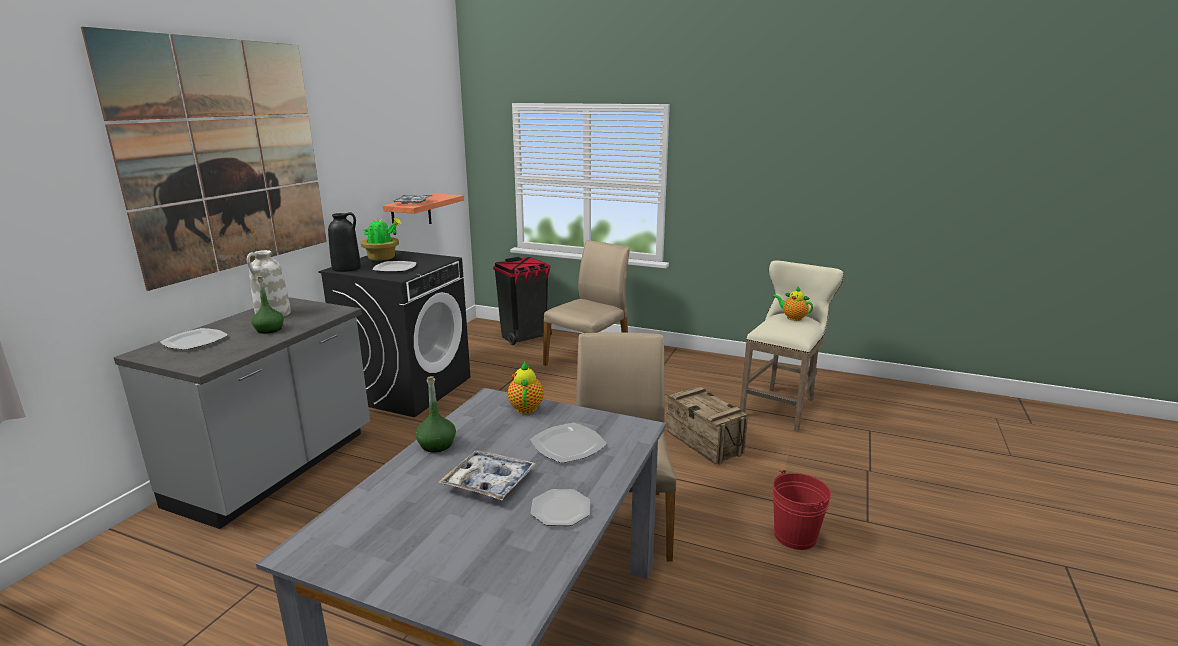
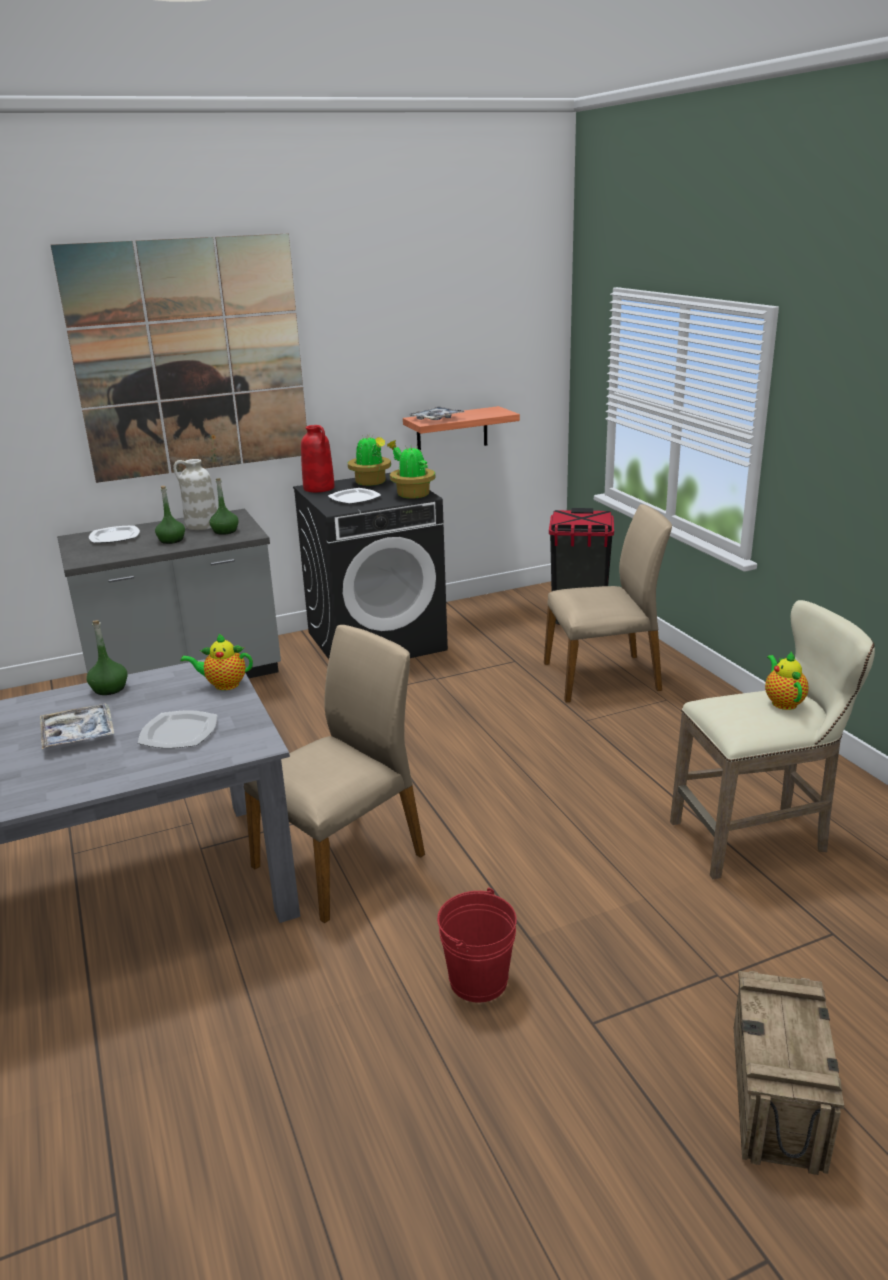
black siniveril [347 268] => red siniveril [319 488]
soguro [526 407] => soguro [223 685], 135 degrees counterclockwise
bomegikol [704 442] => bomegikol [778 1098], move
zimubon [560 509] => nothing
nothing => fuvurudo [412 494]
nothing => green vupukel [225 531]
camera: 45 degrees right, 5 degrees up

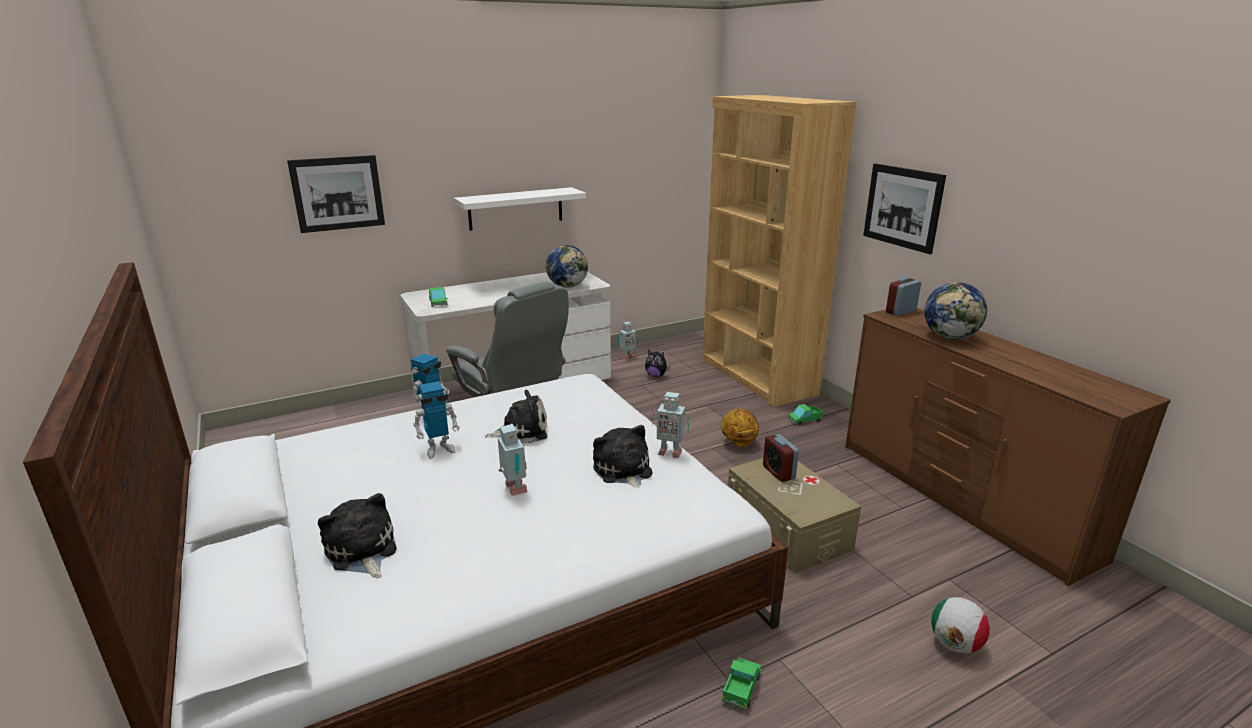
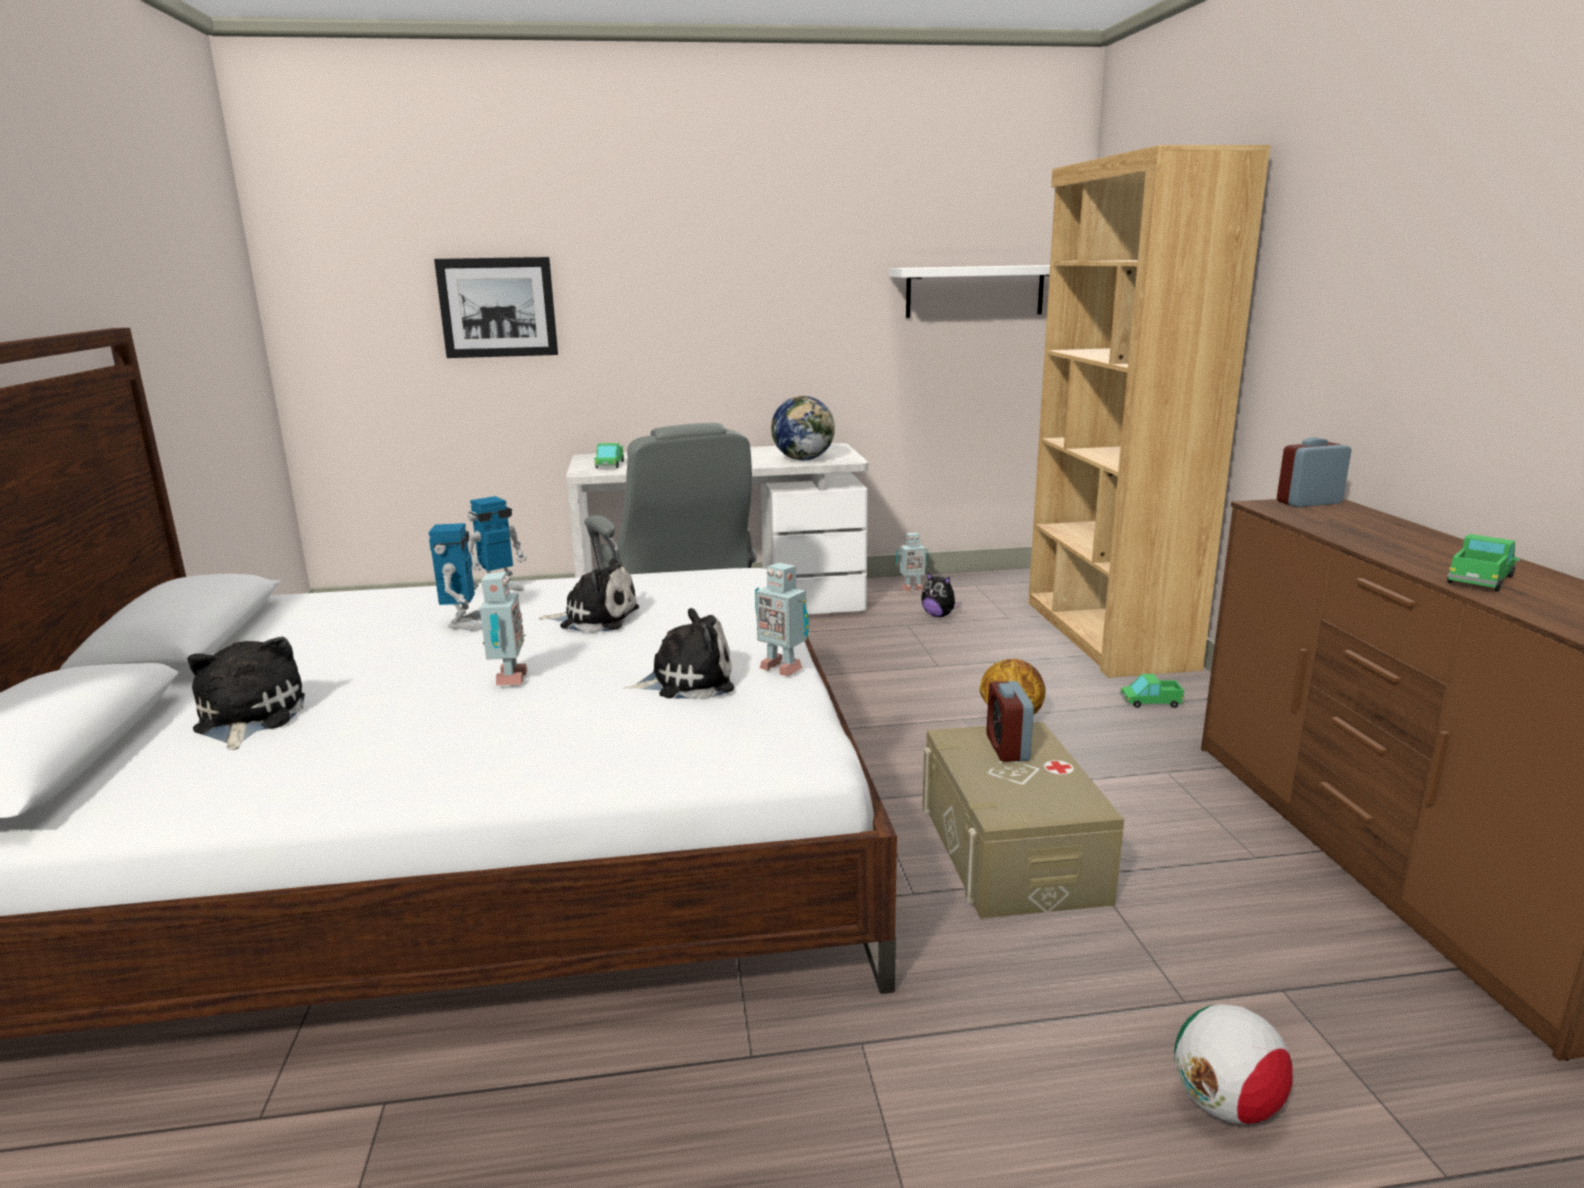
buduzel [902 207] => nothing
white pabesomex [516 208] => white pabesomex [975 291], move
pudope [950 337] => nothing
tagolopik [439 449] => tagolopik [465 624], 90 degrees counterclockwise
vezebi [623 472] => vezebi [685 682], 75 degrees clockwise
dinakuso [741 688] => dinakuso [1480 579], move
camera: 20 degrees right, 5 degrees down

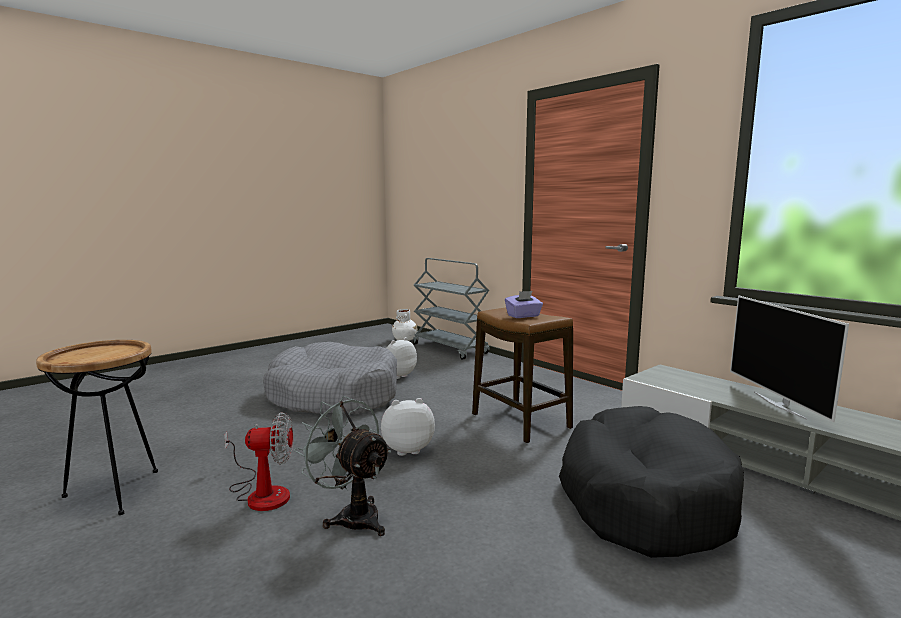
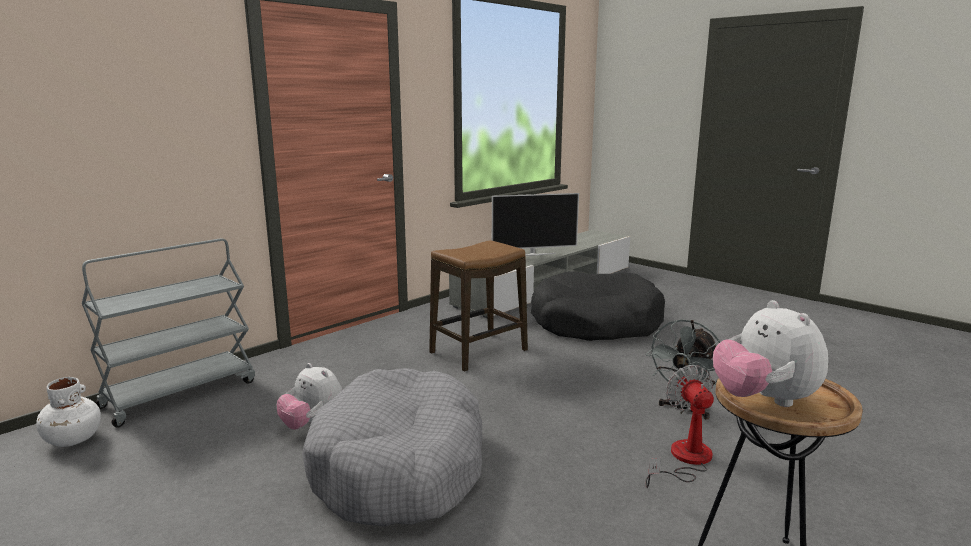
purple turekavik [523 316] => nothing
vezebi [407 449] => vezebi [763 400], move
camera: 95 degrees left, 5 degrees up

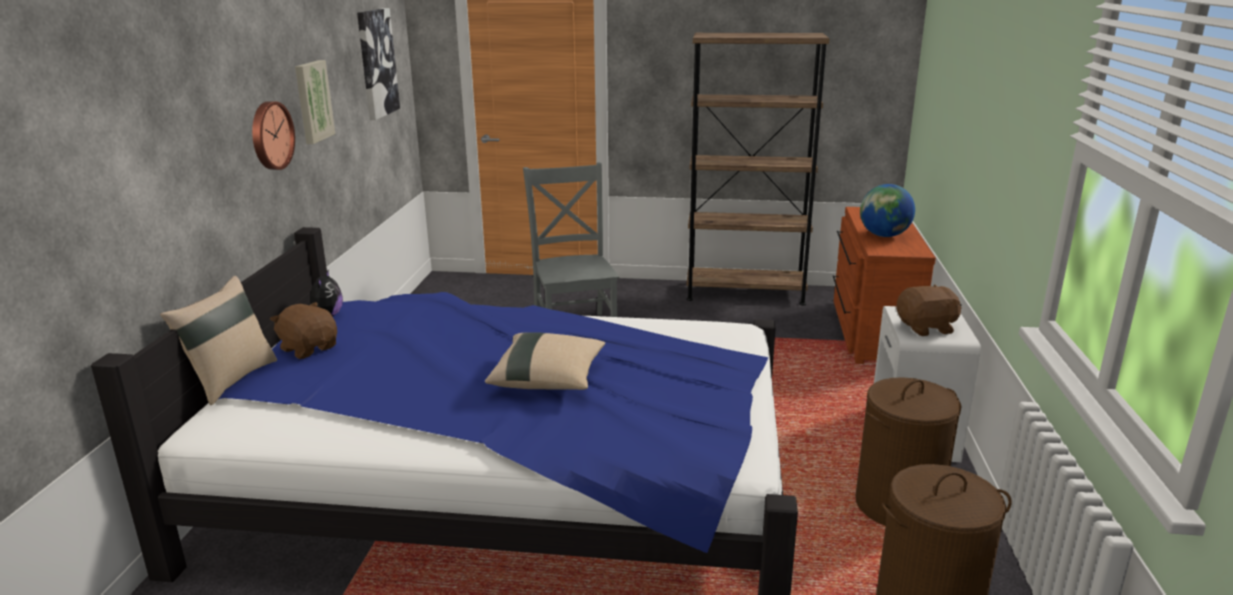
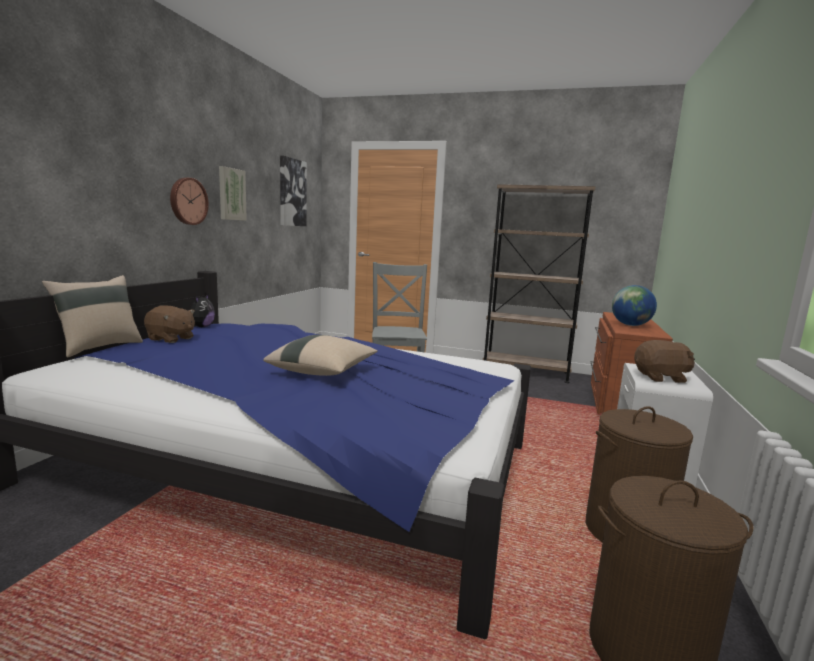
brown vezebi [309 348] => brown vezebi [171 339], 150 degrees clockwise
camera: 10 degrees right, 10 degrees down

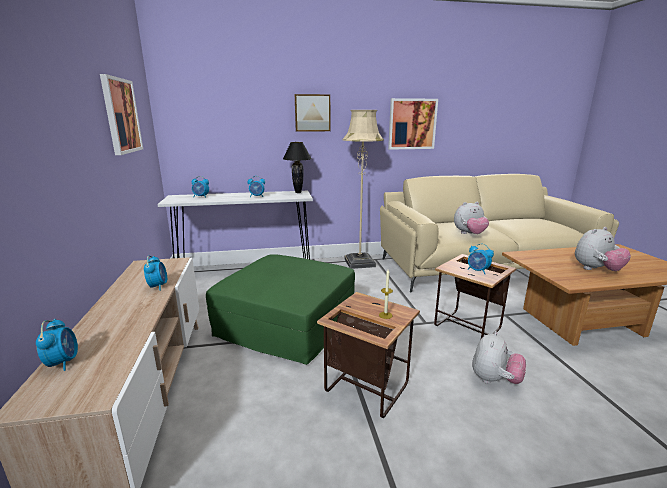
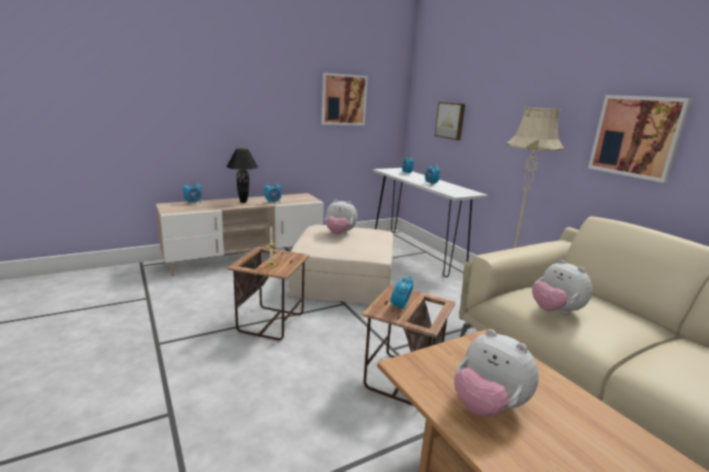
buduzel [312 113] => buduzel [450 120], move
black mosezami [298 192] => black mosezami [243 202], move
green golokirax [286 322] => beige golokirax [344 281]
vezebi [494 380] => vezebi [339 234], move
camera: 70 degrees right, 0 degrees up

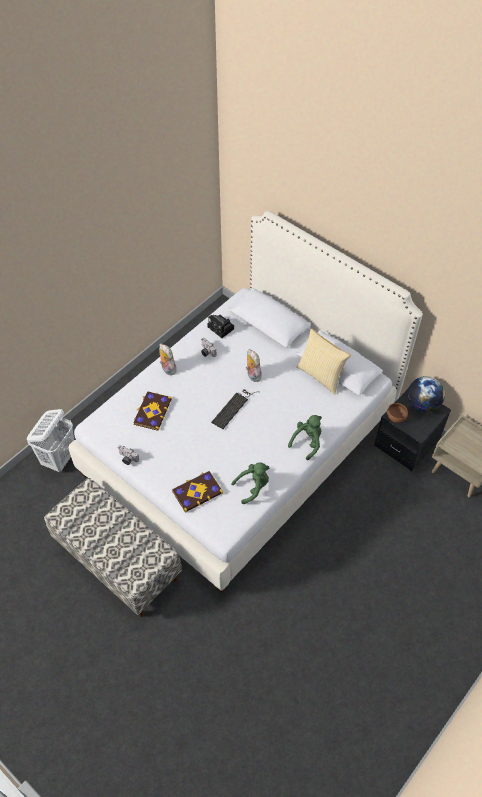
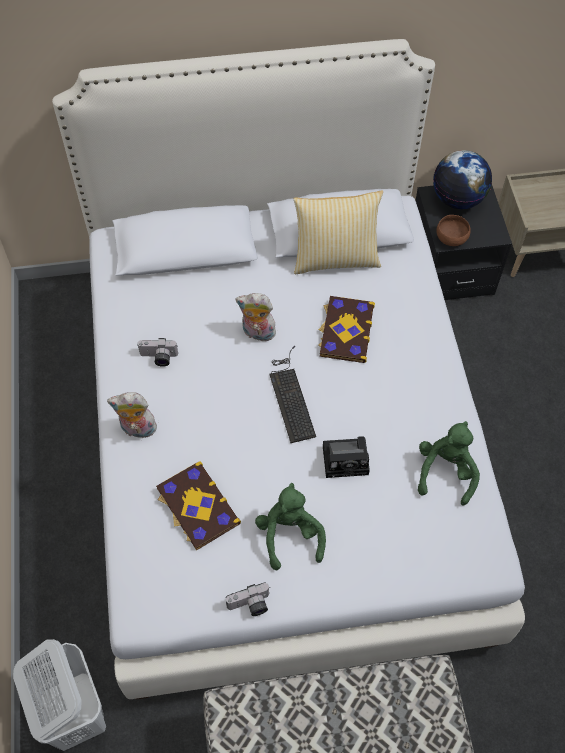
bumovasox [221 328] => bumovasox [347 459], move
green vezebi [307 442] => green vezebi [290 535], move
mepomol [197 491] => mepomol [345 330], move
camera: 50 degrees left, 5 degrees up

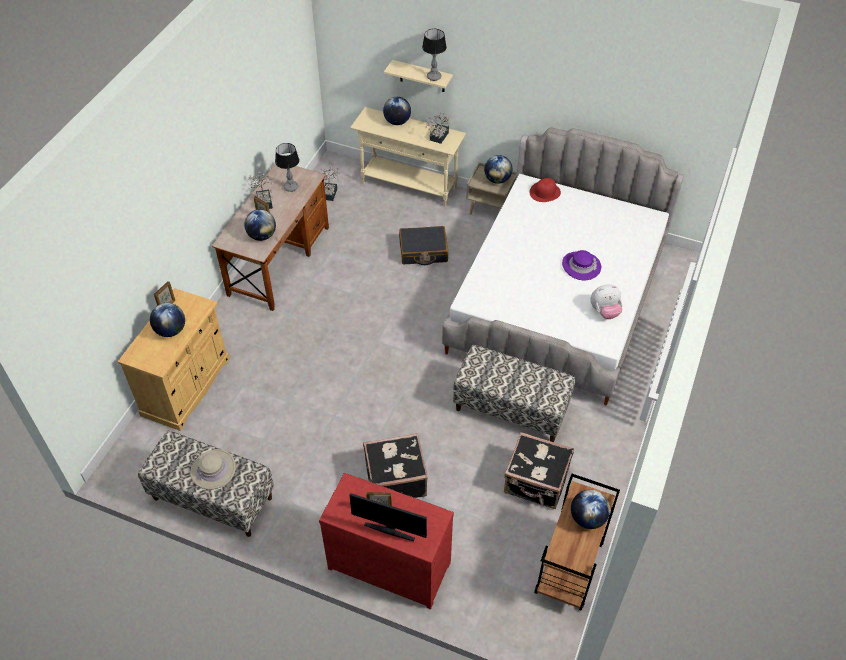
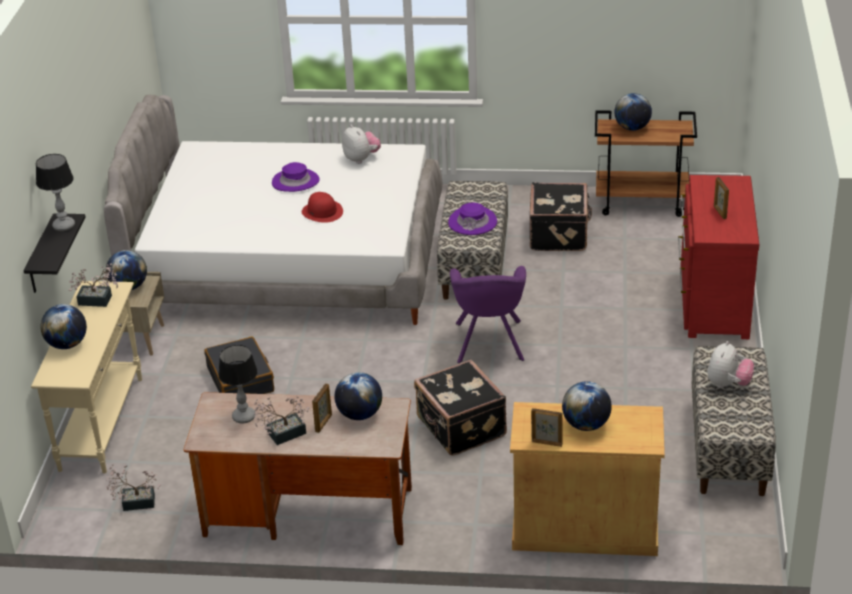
beige pabesomex [422 76] => black pabesomex [41 256]
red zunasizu [545 192] => red zunasizu [322 212], move
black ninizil [395 479] => black ninizil [460 428], move
beige zunasizu [213 470] => vezebi [728 384]
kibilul [390 530] => nothing
nothing => purple zunasizu [472 222]
nothing => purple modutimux [489 344]
camera: 105 degrees left, 15 degrees down

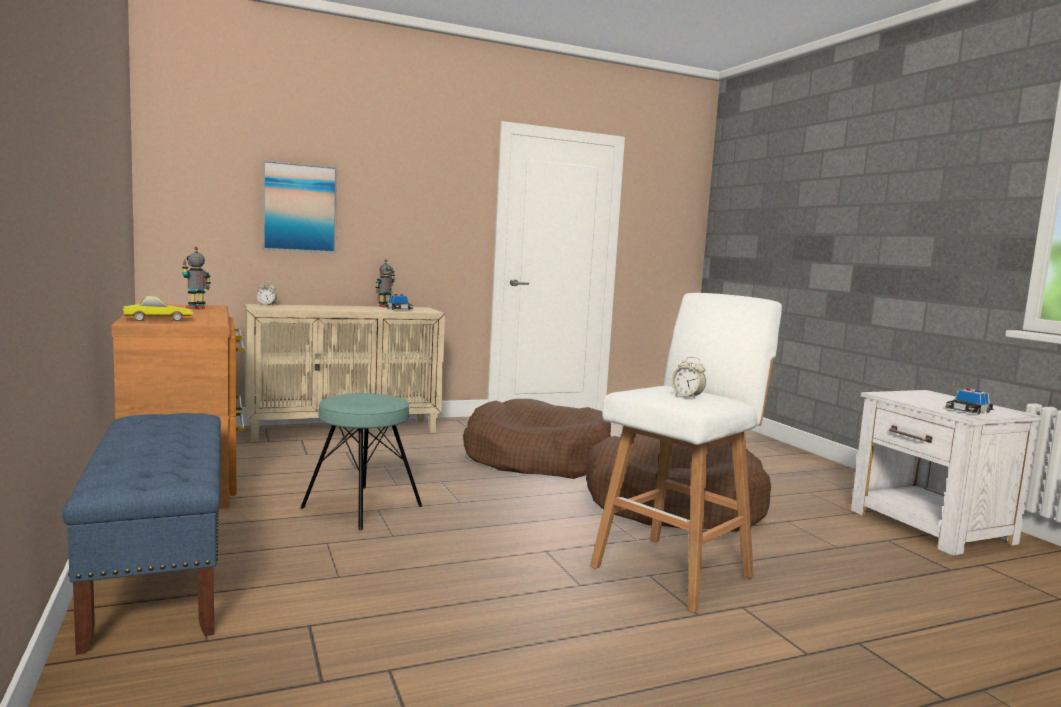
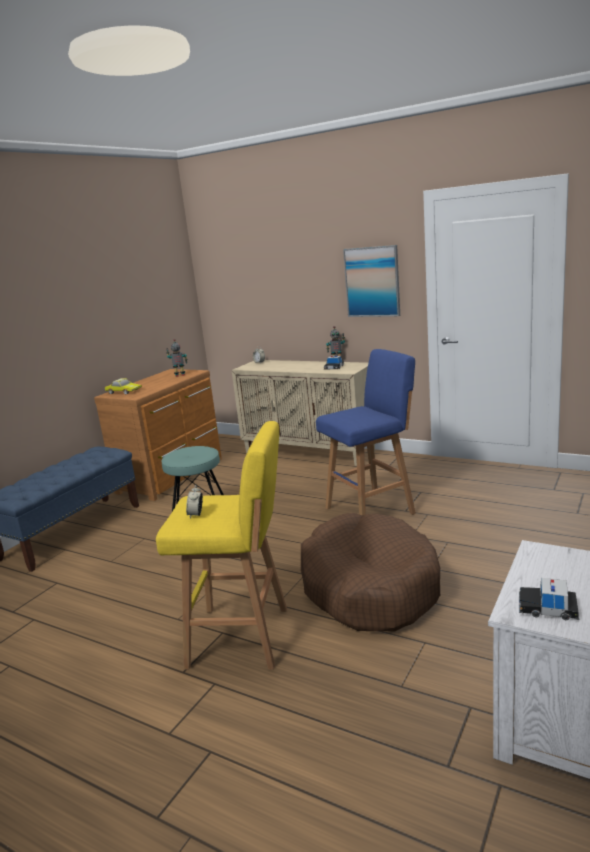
buduzel [299 208] => buduzel [372 282], move
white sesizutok [675 570] => yellow sesizutok [243 637]
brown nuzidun [537 459] => blue sesizutok [372 510]
camera: 55 degrees right, 10 degrees up

